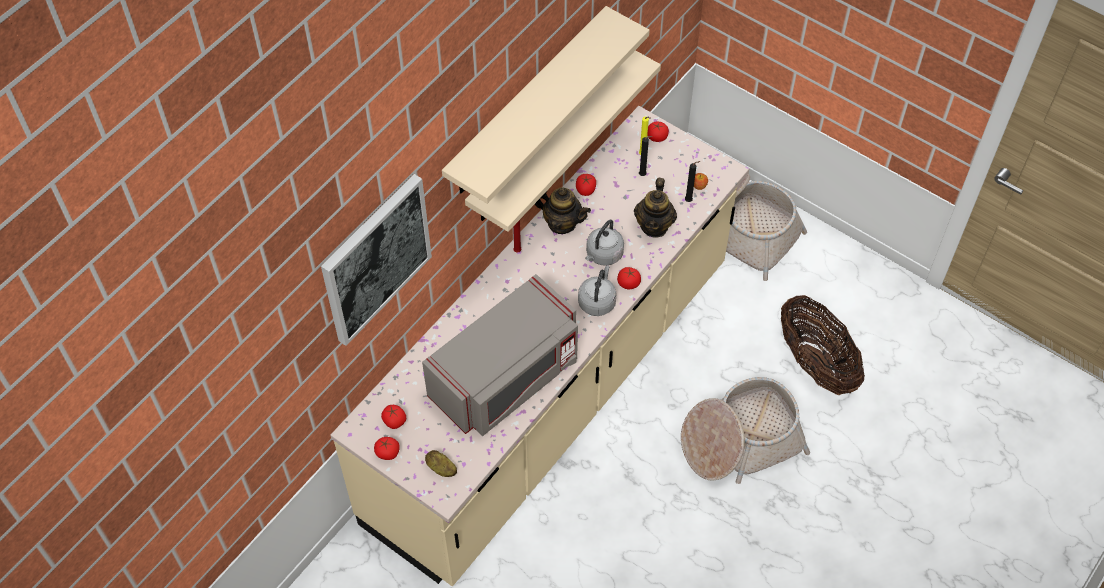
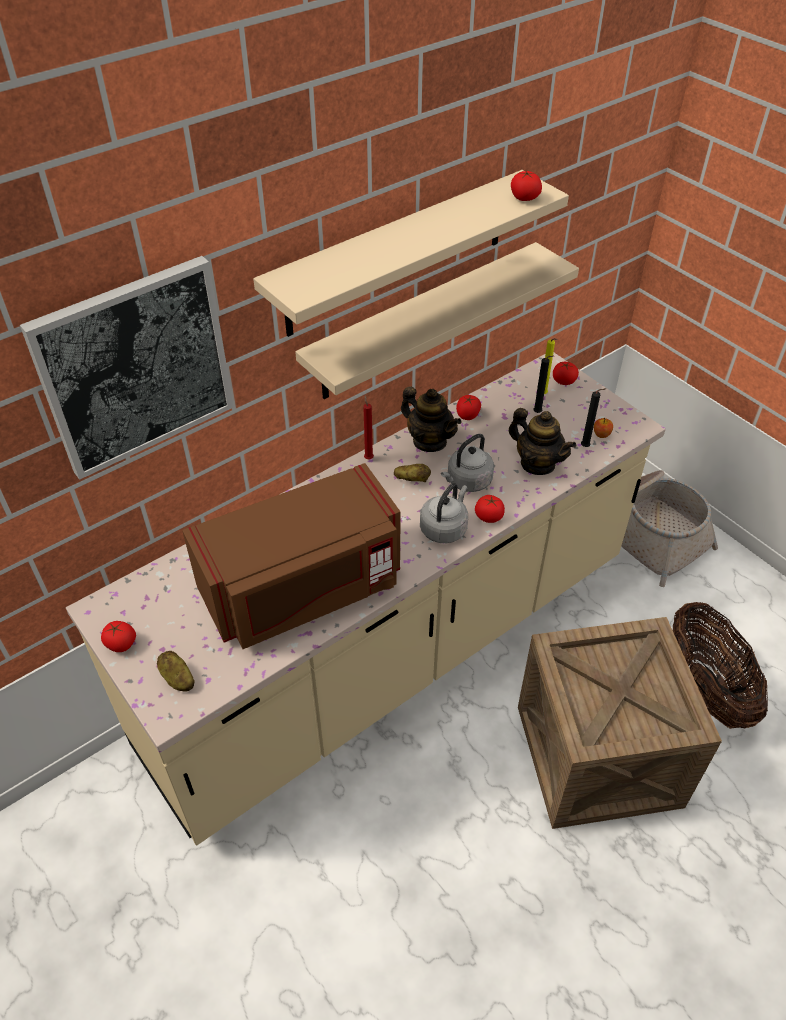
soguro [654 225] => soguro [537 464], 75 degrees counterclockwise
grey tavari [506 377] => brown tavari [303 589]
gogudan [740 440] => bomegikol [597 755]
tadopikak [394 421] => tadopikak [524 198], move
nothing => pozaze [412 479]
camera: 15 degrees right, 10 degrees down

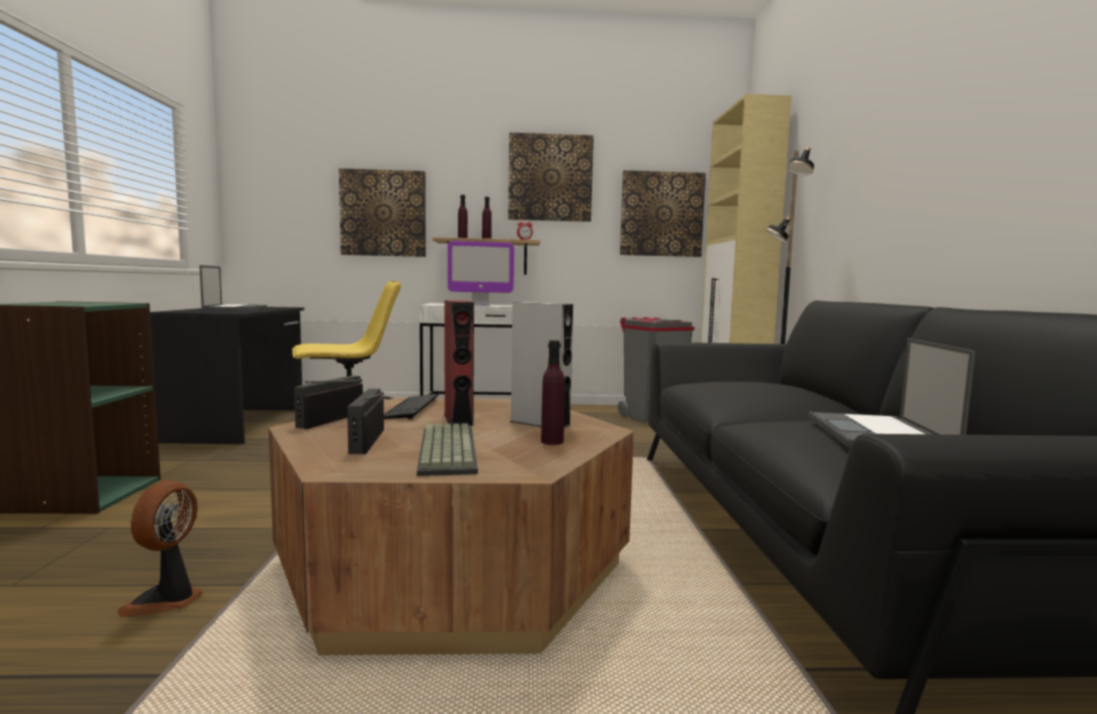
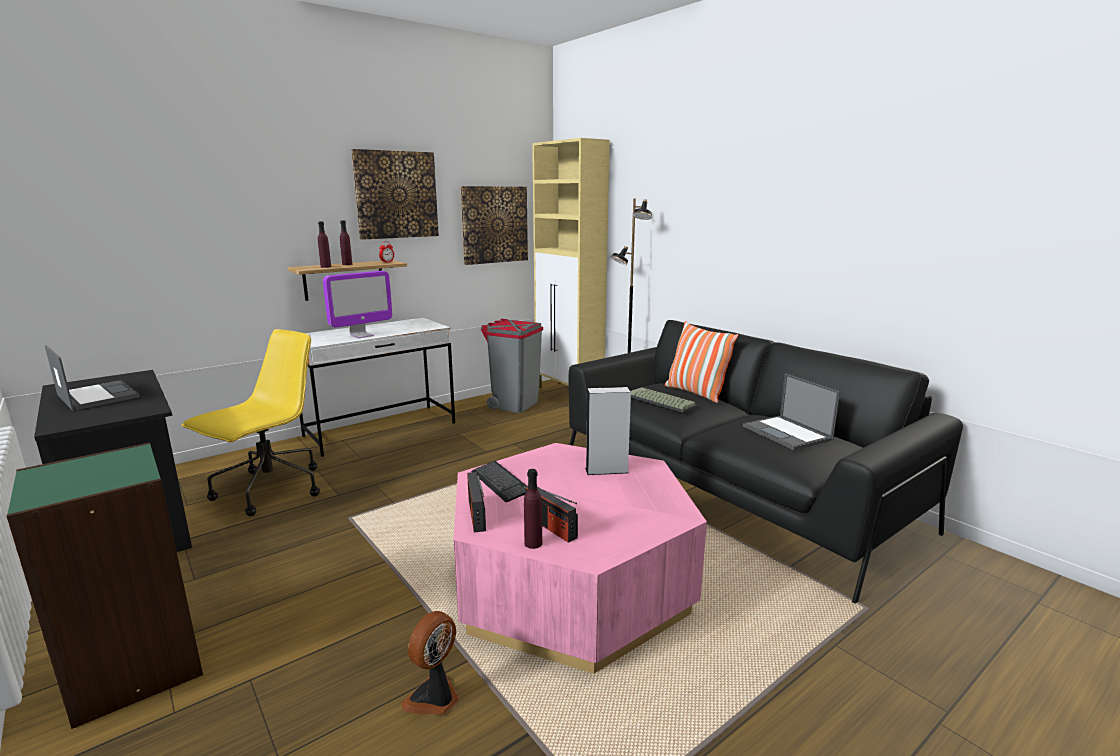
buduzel [383 213] => nothing
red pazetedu [458 419] => nothing
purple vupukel [552 441] => purple vupukel [533 543], move
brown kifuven [453 565] => pink kifuven [572 584]
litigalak [445 450] => litigalak [659 401], move
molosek [167 600] => molosek [434 698], 60 degrees clockwise
nothing => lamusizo [695 393]
camera: 35 degrees left, 10 degrees up

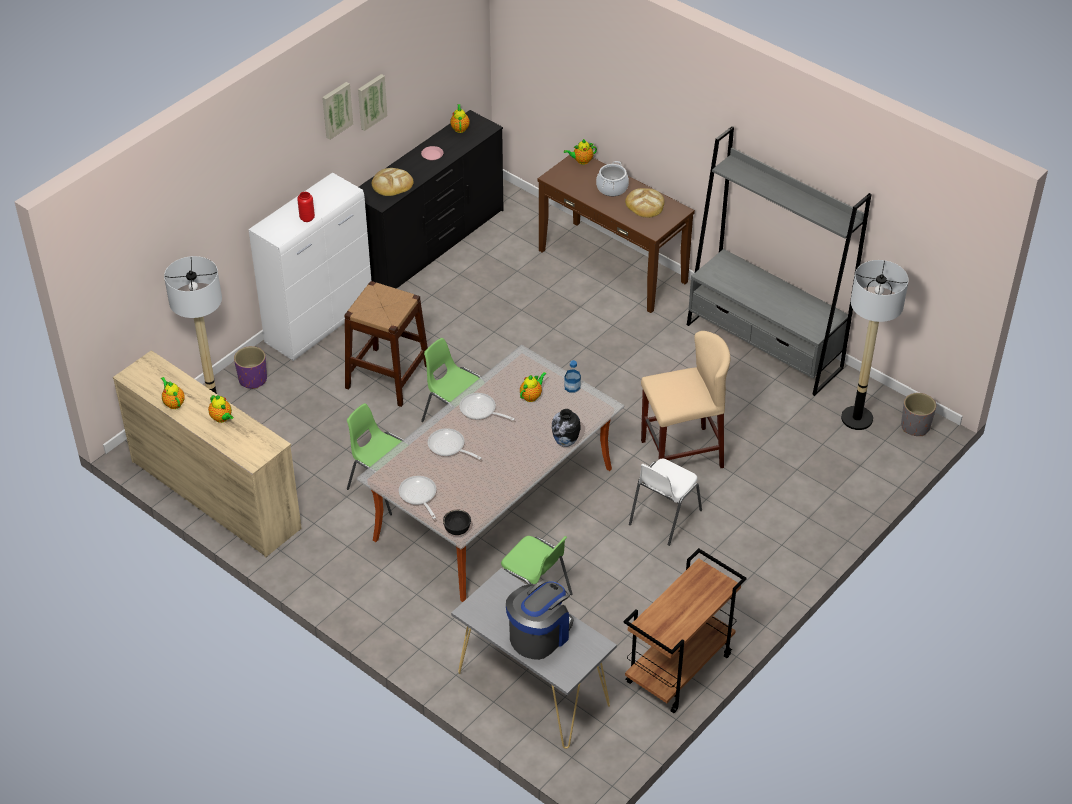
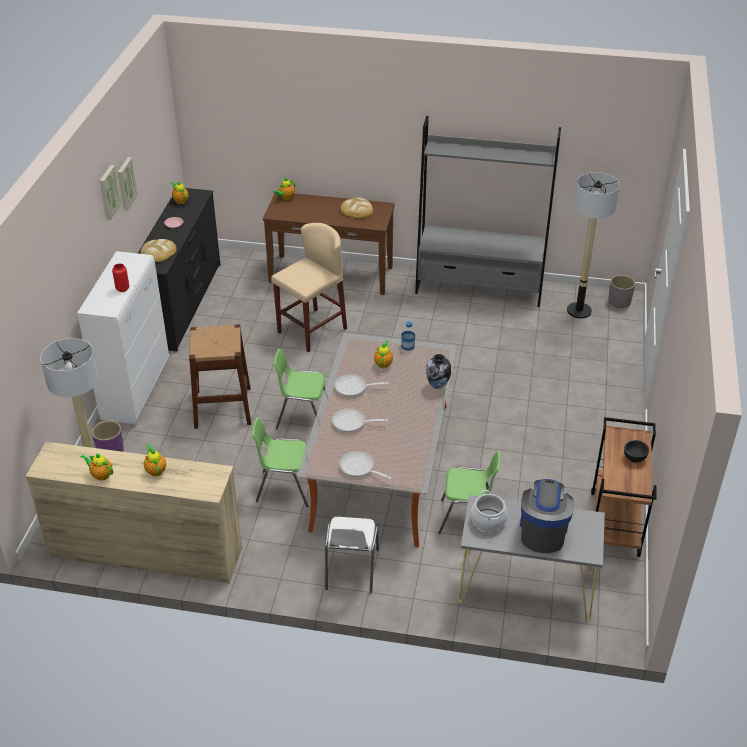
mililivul [612 188] => mililivul [488 520], move
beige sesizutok [681 454] => beige sesizutok [312 330], move
soguro [222 418] => soguro [155 470], 135 degrees counterclockwise
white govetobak [663 517] => white govetobak [351 570], move
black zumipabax [457 529] => black zumipabax [634 457], move
camera: 30 degrees left, 5 degrees down

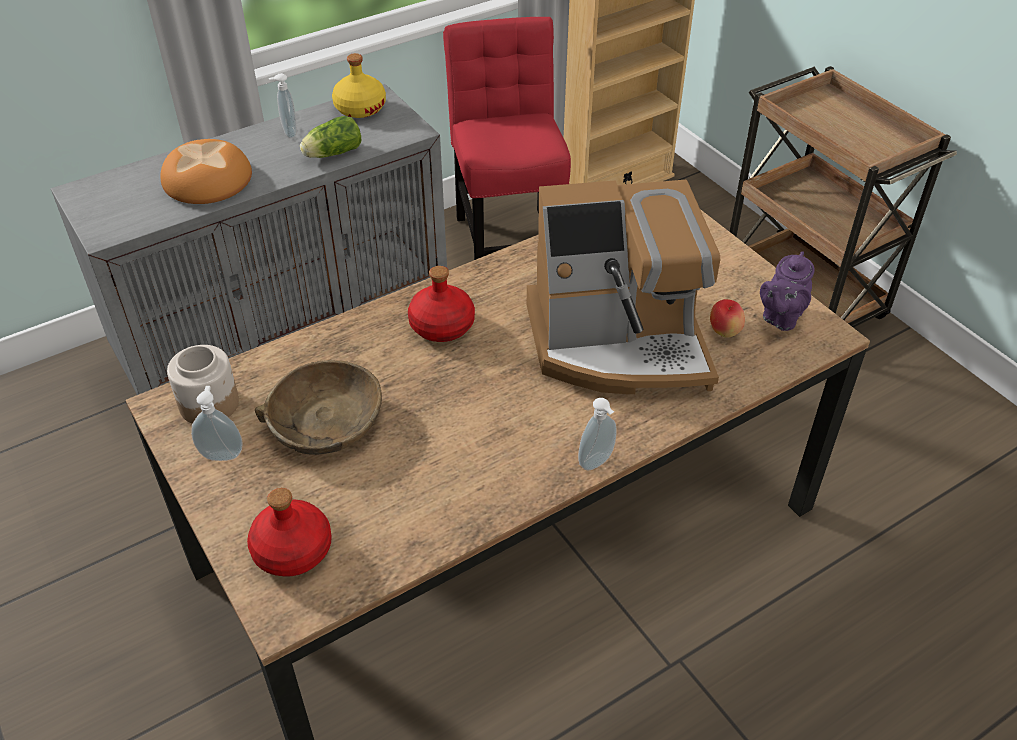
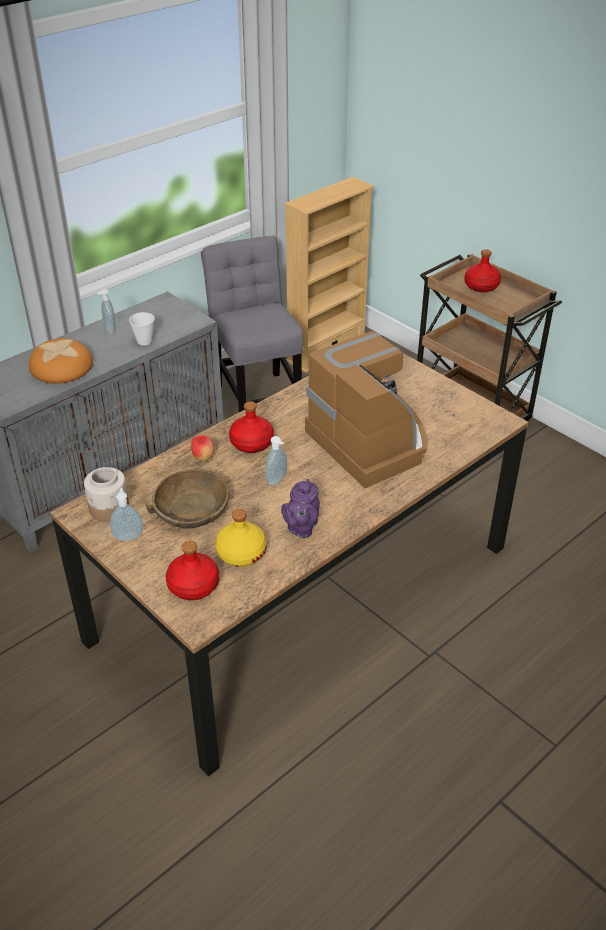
red govetobak [508 242] => grey govetobak [257 399]
yellow vupukel [360 108] => yellow vupukel [241 553], move
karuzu [331 154] => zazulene [144 341]
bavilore [619 343] => bavilore [370 441], 105 degrees counterclockwise
purple soguro [780 317] => purple soguro [301 528], move
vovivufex [724 332] => vovivufex [203 458], move
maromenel [597 463] => maromenel [277 481], move
nothing => red vupukel [481 286]
camera: 10 degrees left, 5 degrees down

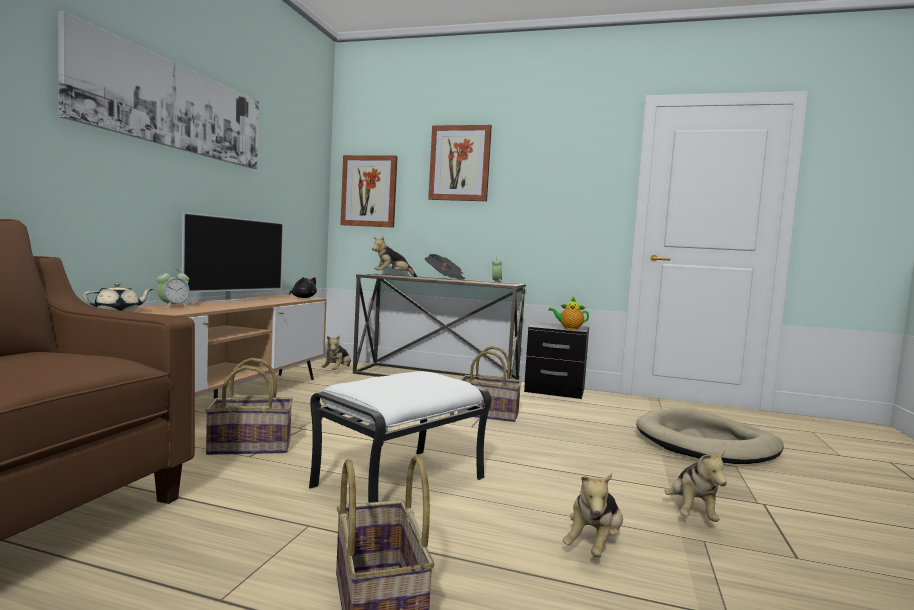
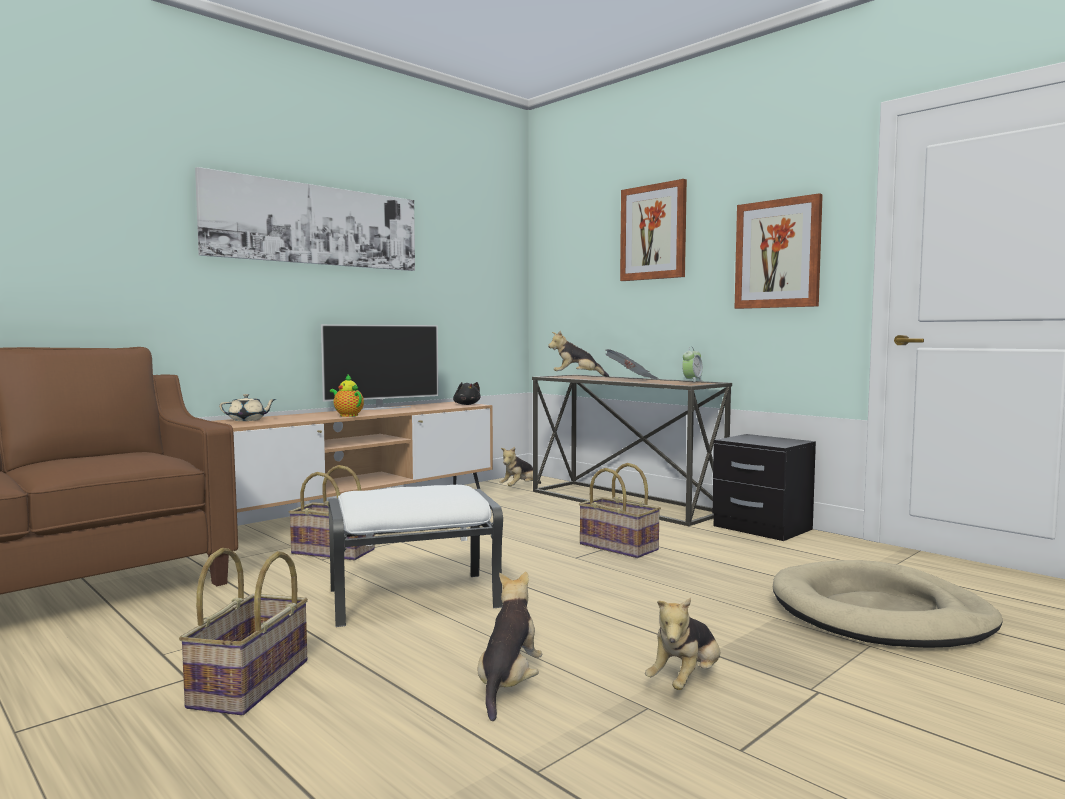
buduzel [369 191] => buduzel [778 254], move
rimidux [173 306] => nothing
soguro [569 328] => soguro [347 415], move
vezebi [594 546] => vezebi [508 684], 135 degrees clockwise
camera: 30 degrees right, 0 degrees up

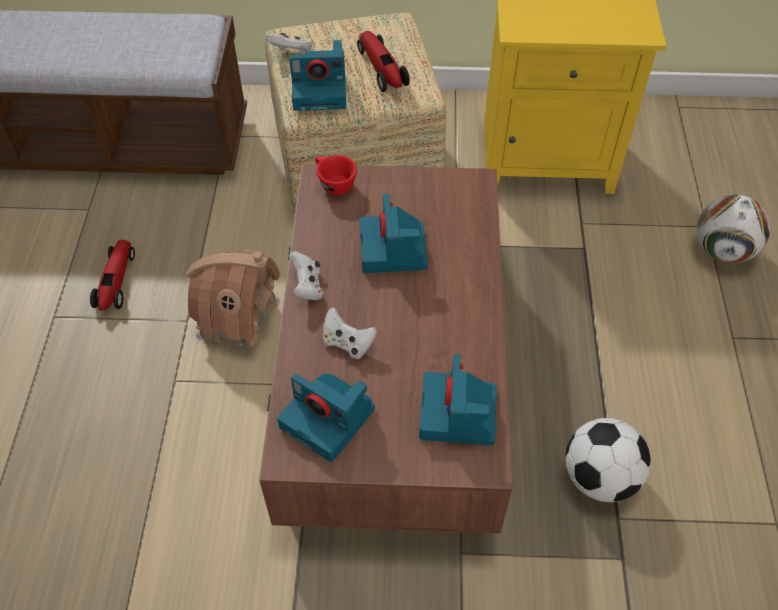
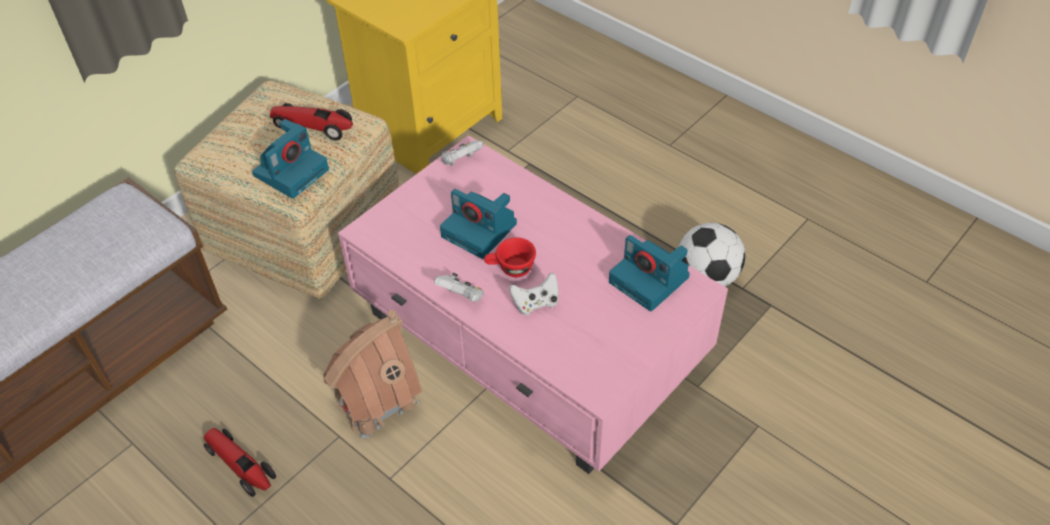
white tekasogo [292 53] => white tekasogo [461 161], move
red zazulene [333 184] => red zazulene [510 269], move
brown kifuven [391 382] => pink kifuven [530 339]
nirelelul [722 251] => nothing
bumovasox [329 418] => nothing
camera: 50 degrees left, 5 degrees down

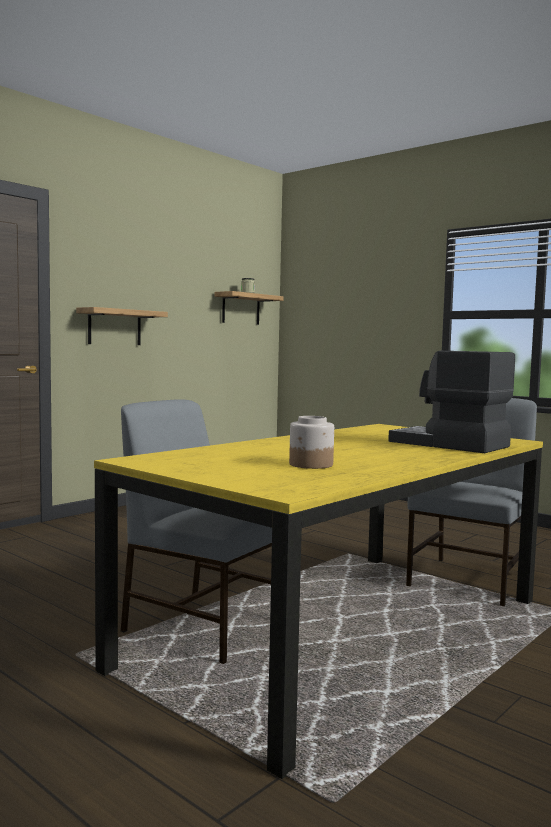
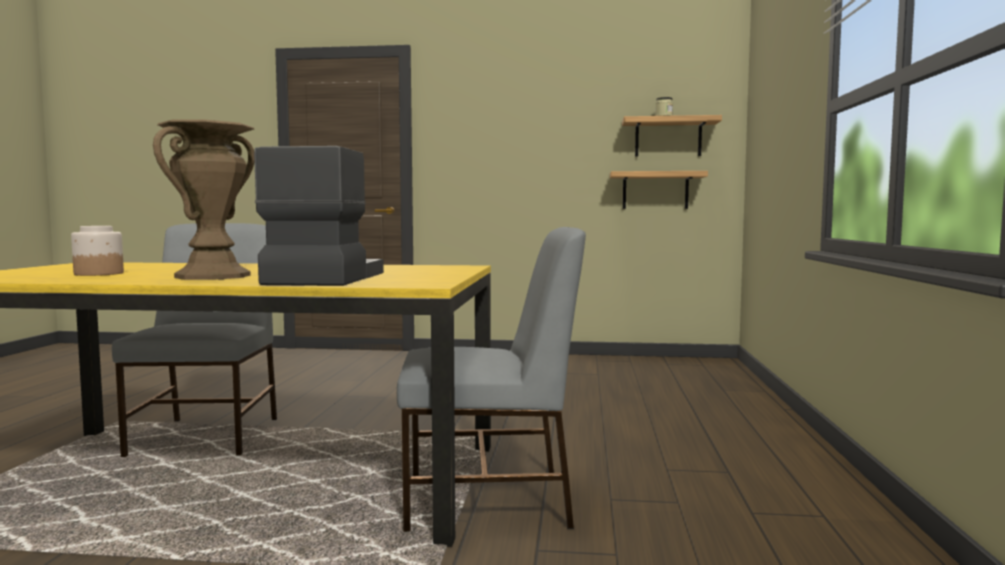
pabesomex [114 327] => pabesomex [655 190], move
nothing => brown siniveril [212 276]
camera: 55 degrees right, 0 degrees up

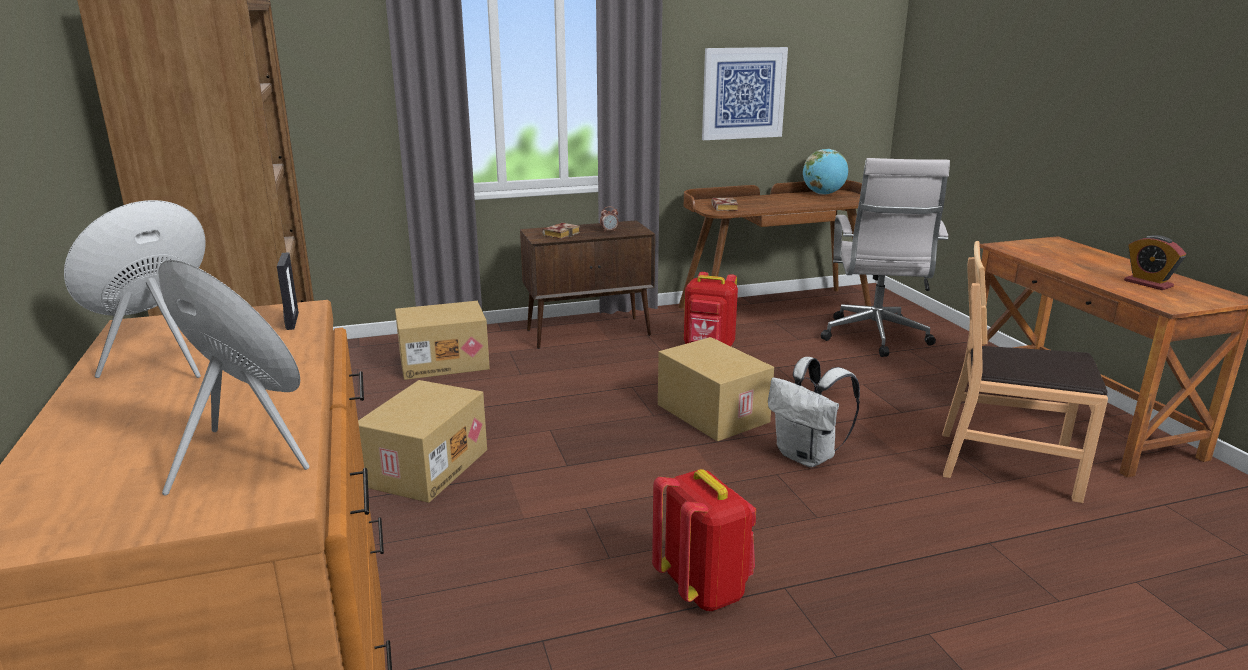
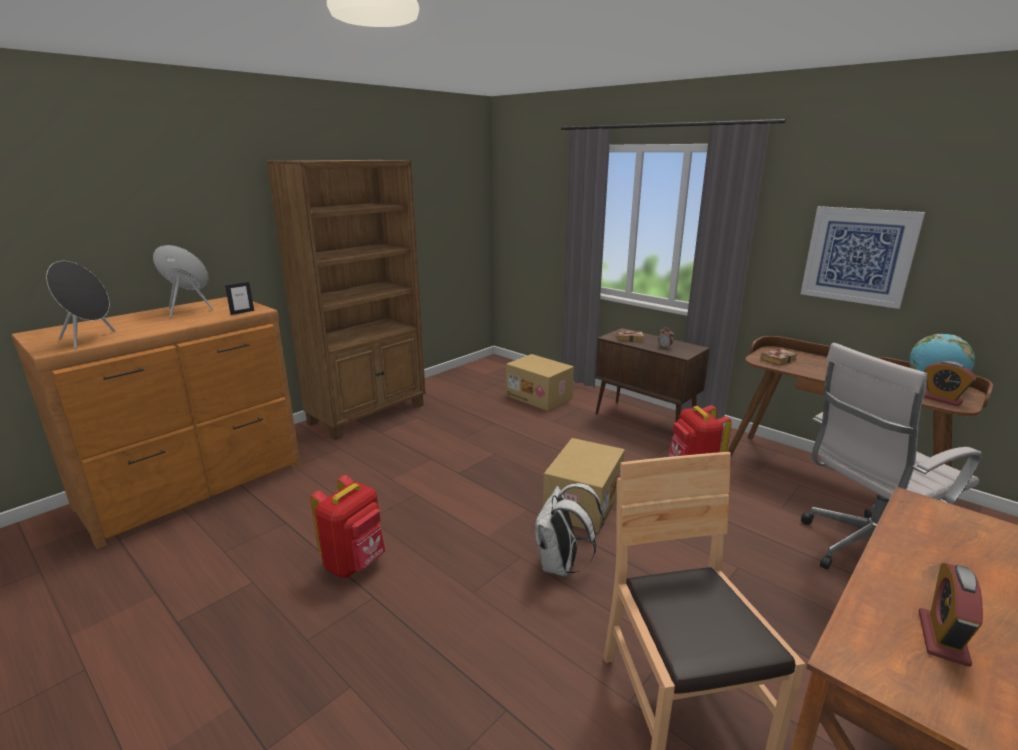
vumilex [425 466] => nothing
nothing => rimidux [941 399]
camera: 60 degrees right, 0 degrees up

